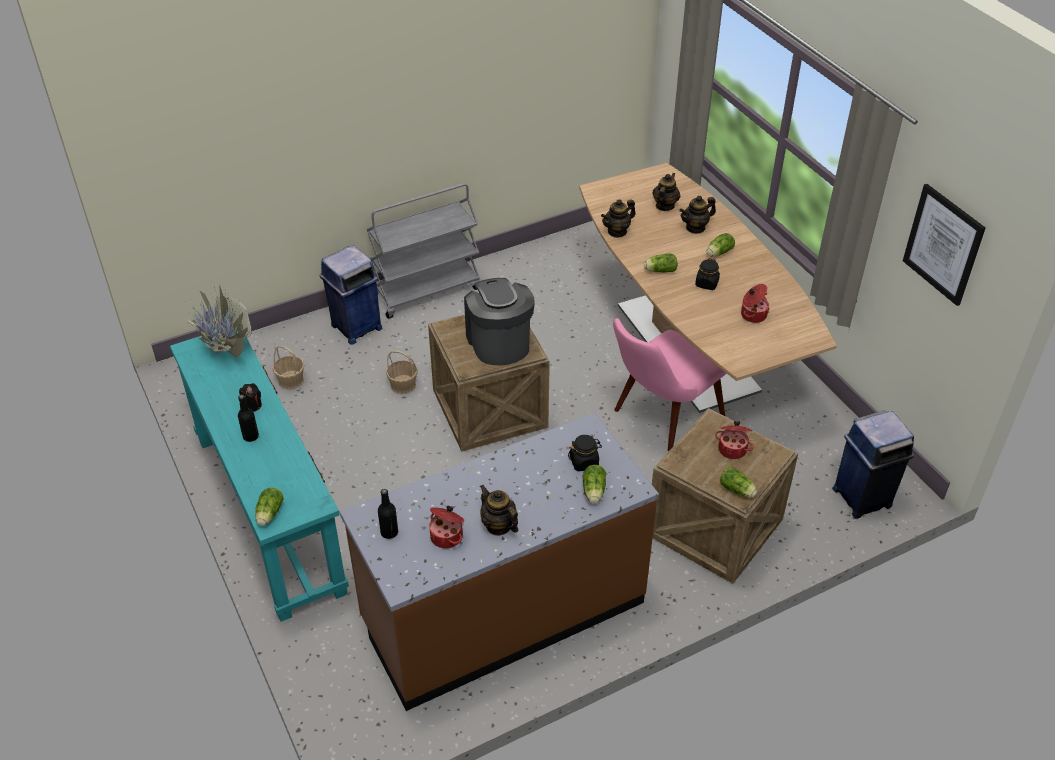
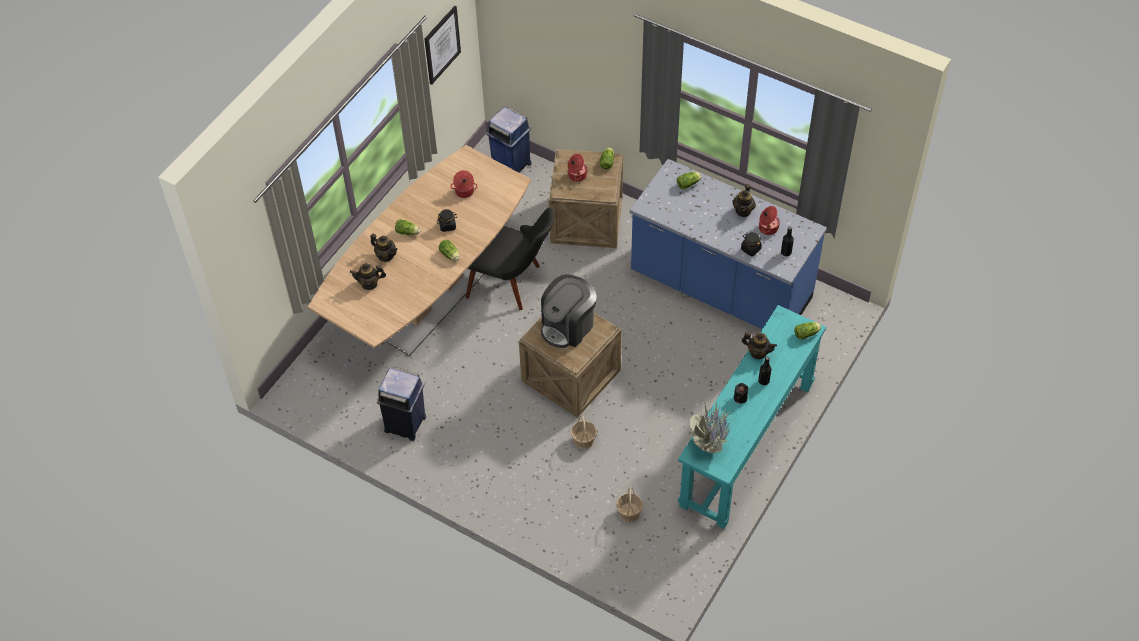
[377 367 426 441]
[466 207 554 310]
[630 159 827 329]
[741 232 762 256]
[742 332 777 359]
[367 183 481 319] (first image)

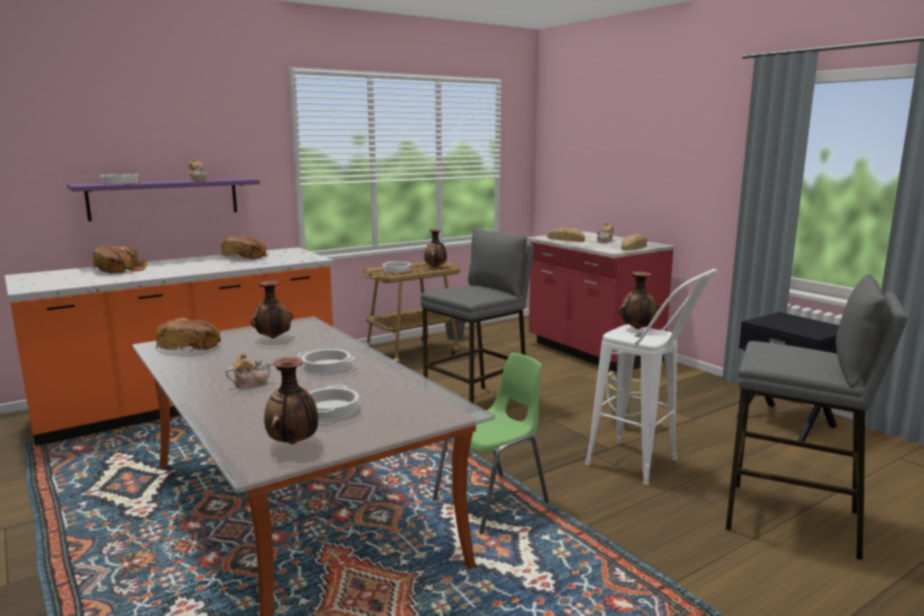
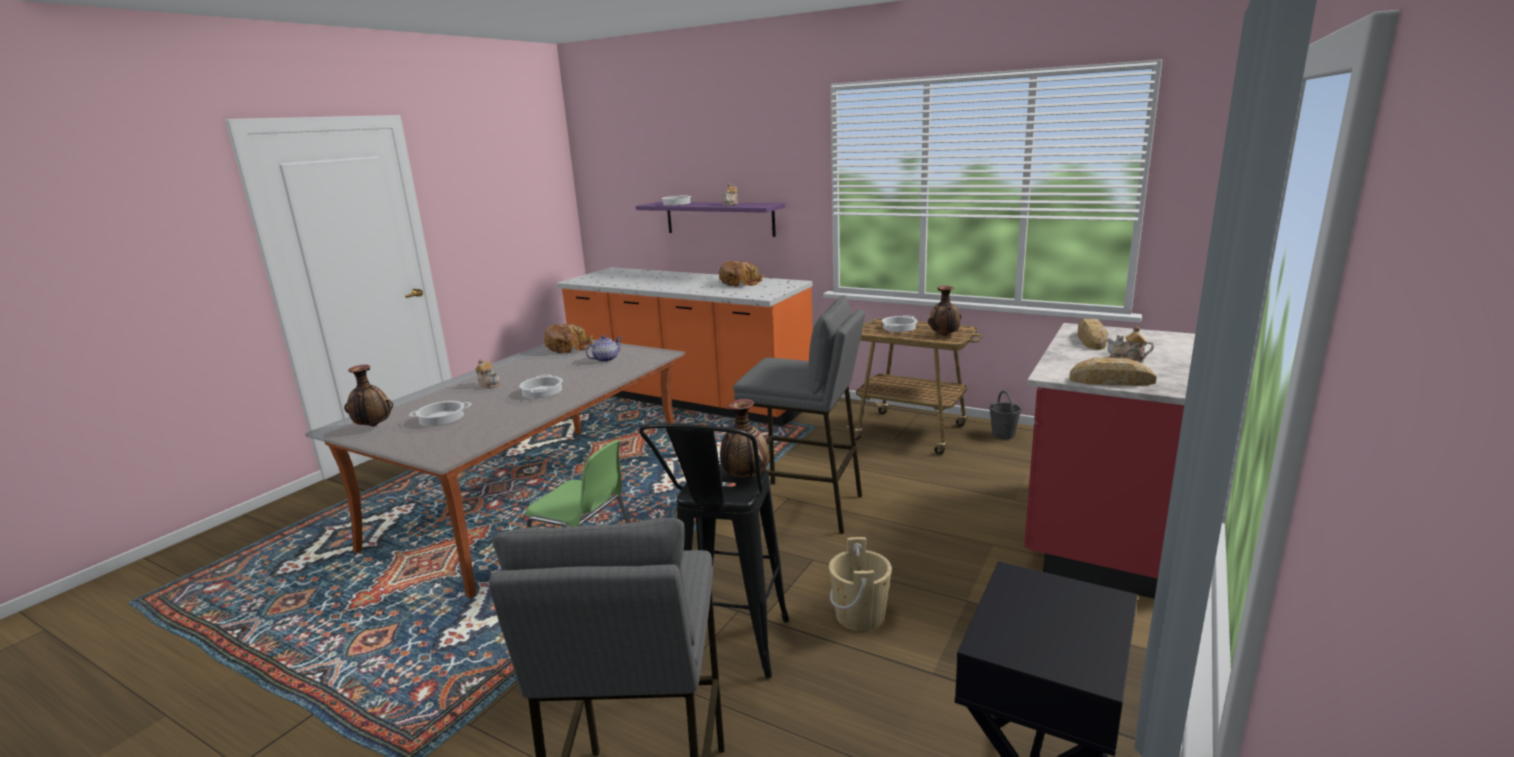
[586 335 622 362]
[639 423 789 679]
[93 246 147 273] (first image)

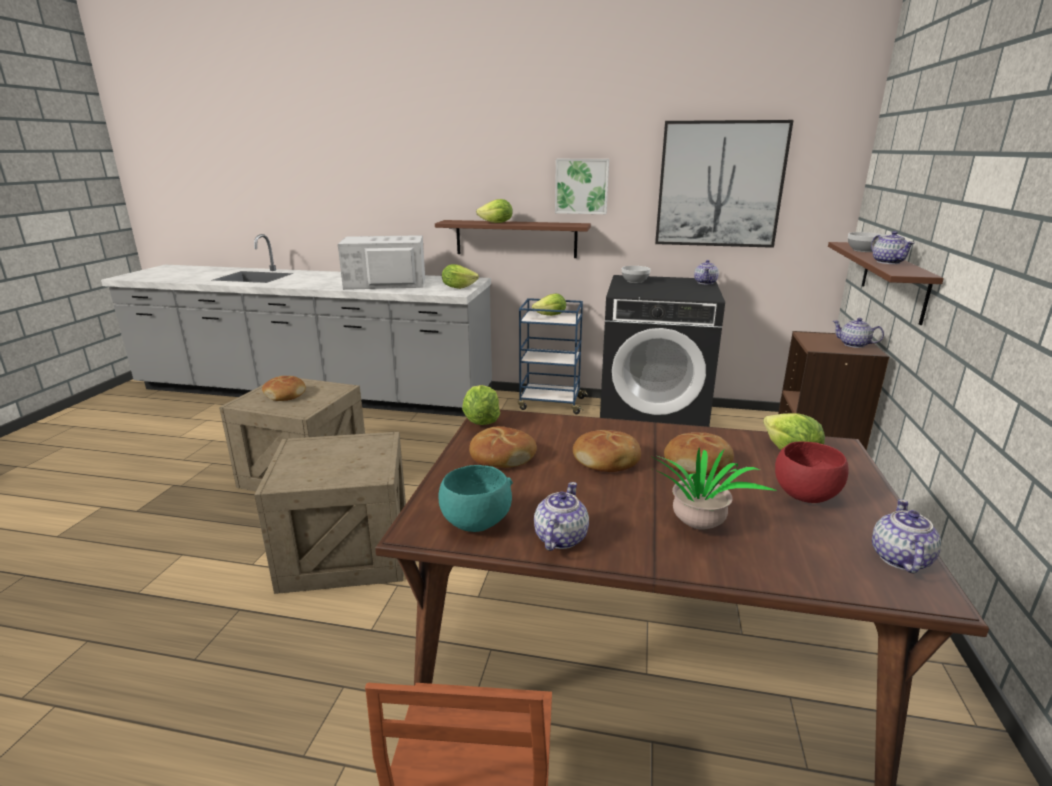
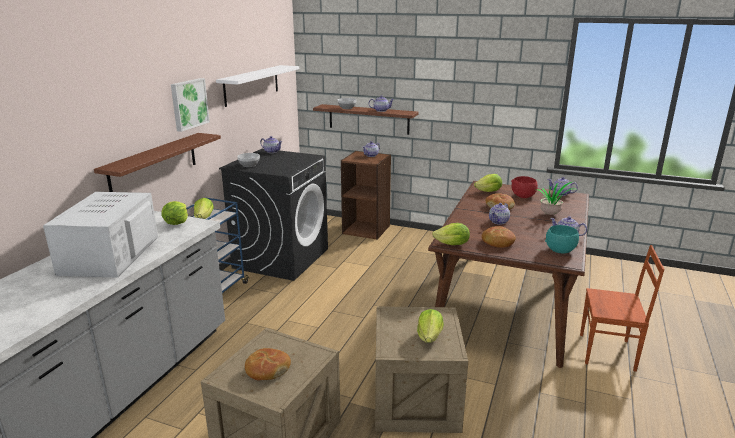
[216 65 299 107]
[417 309 444 343]
[489 203 510 225]

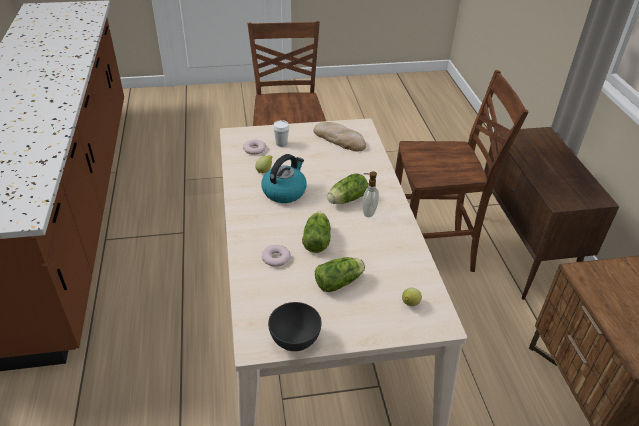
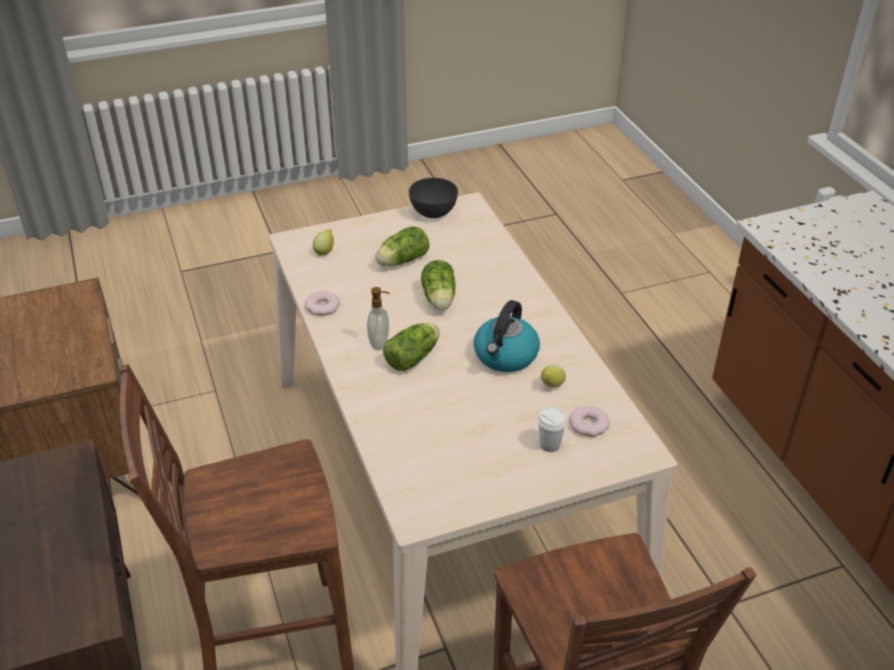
[305 291 340 316]
[313 122 366 152] (first image)

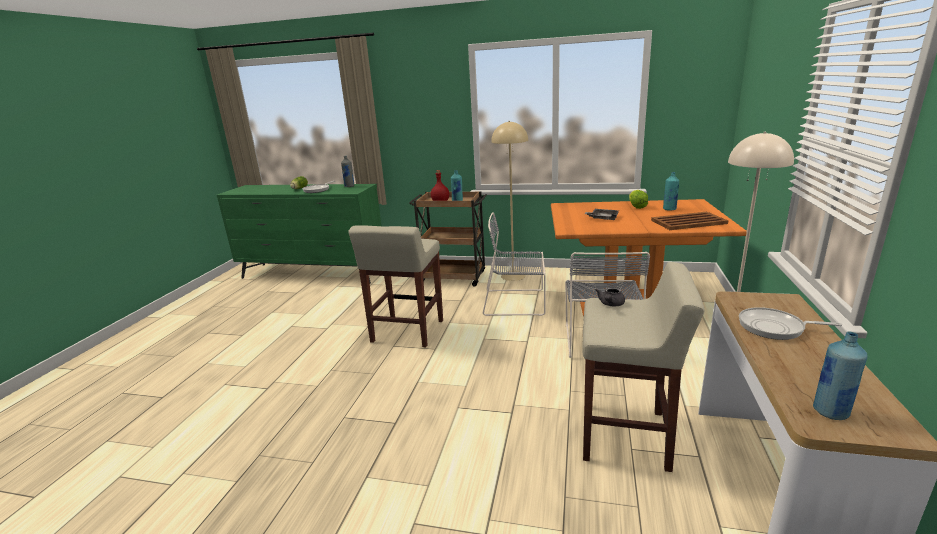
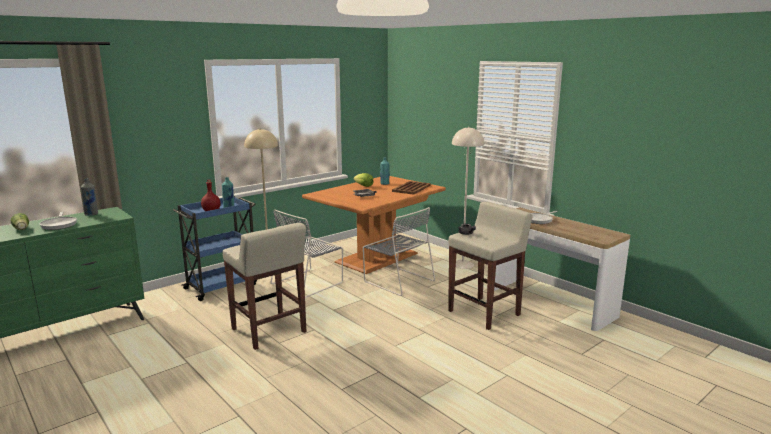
[173 196 257 301]
[813 332 868 420] (first image)

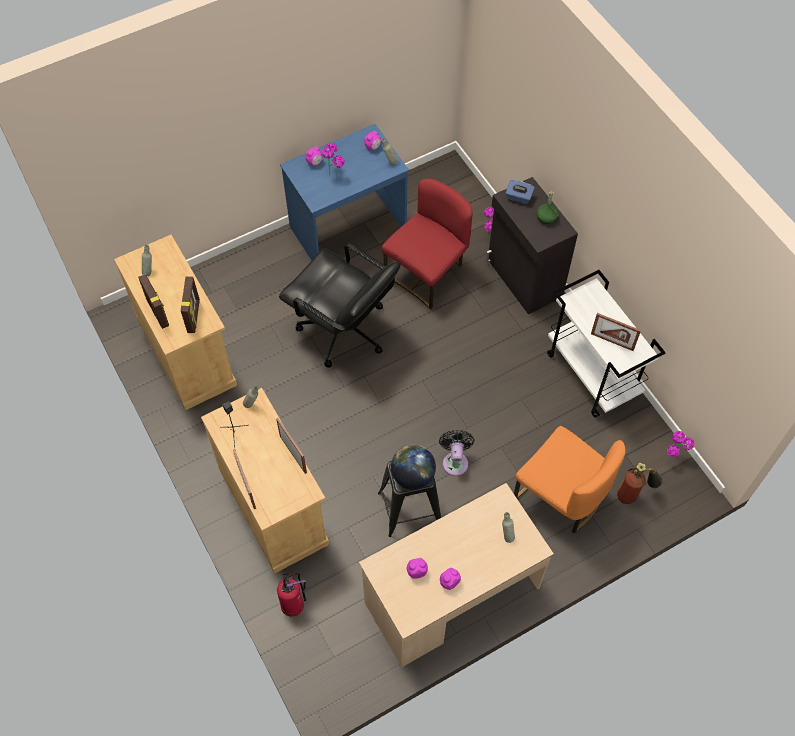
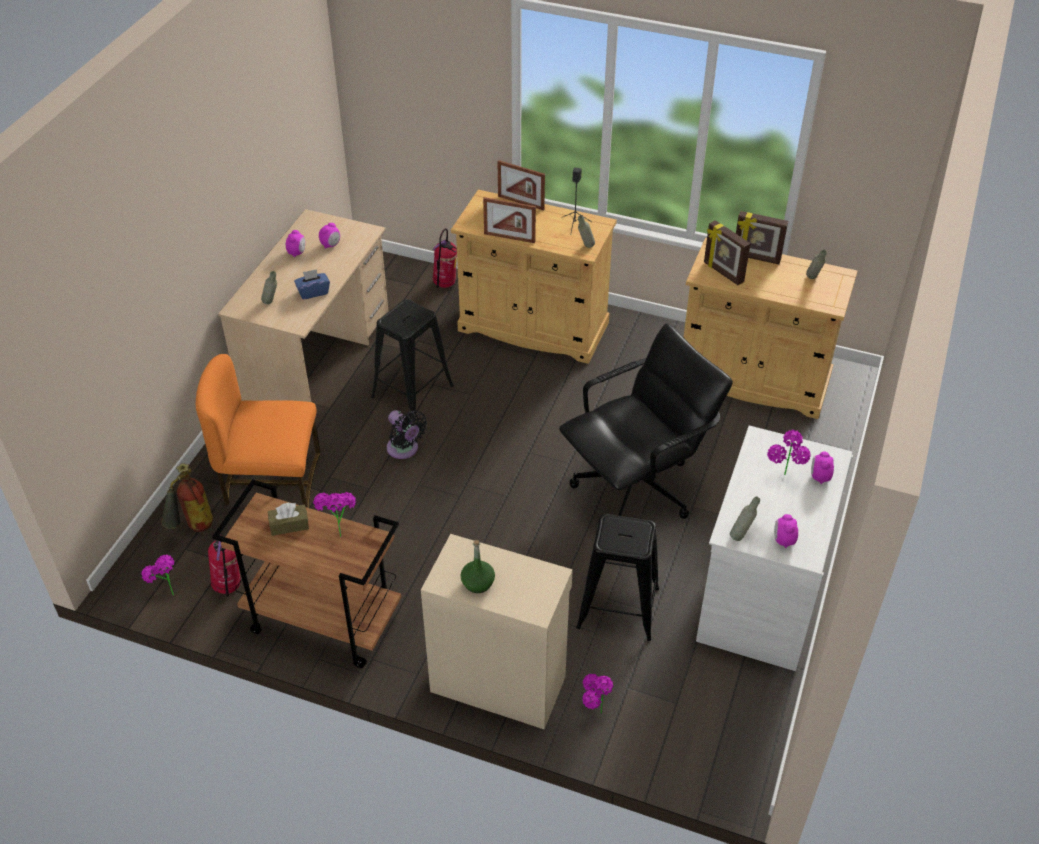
[208 533 241 597]
[212 479 401 668]
[268 503 309 536]
[294 269 330 300]
[313 492 356 537]
[421 534 573 729]
[559 324 733 519]
[576 514 659 641]
[696 426 853 671]
[391 444 436 490] (first image)

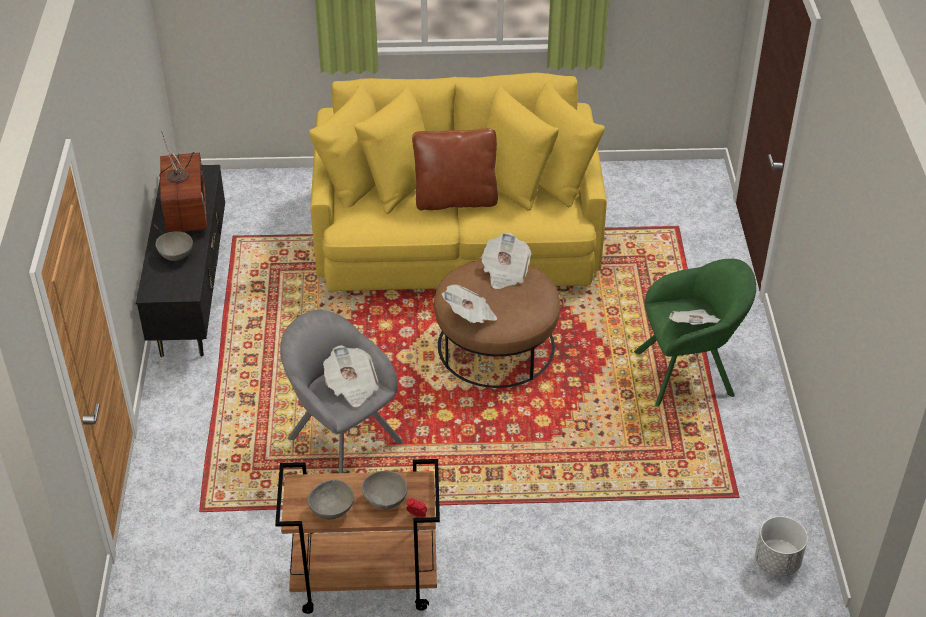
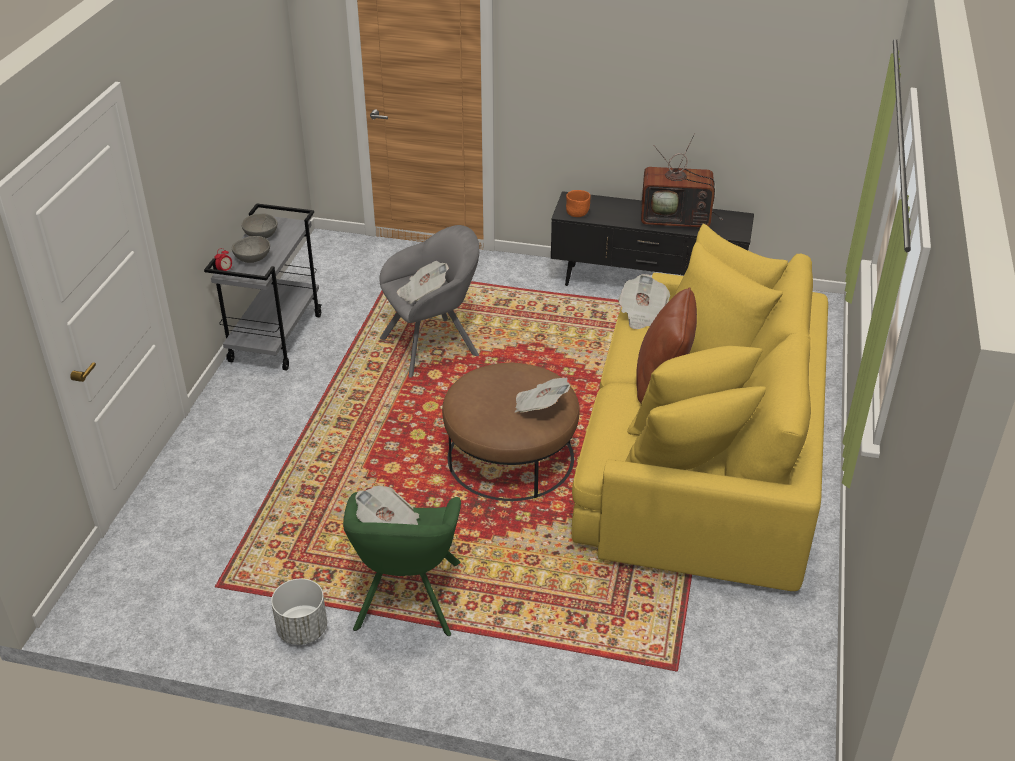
[204 203 322 371]
[271 579 327 645]
[566 190 591 217]
[618 274 670 329]
[156 231 193 261] (first image)

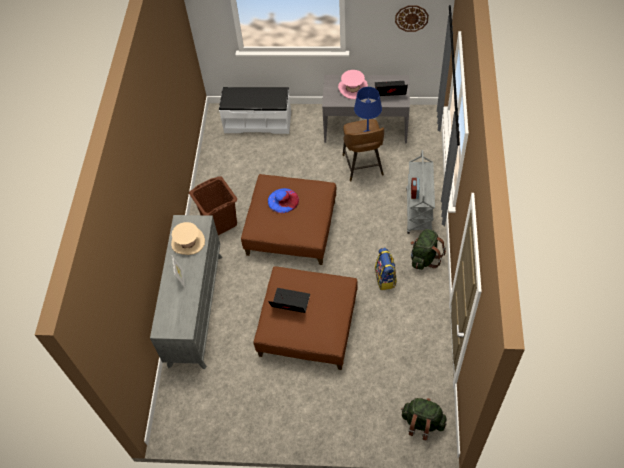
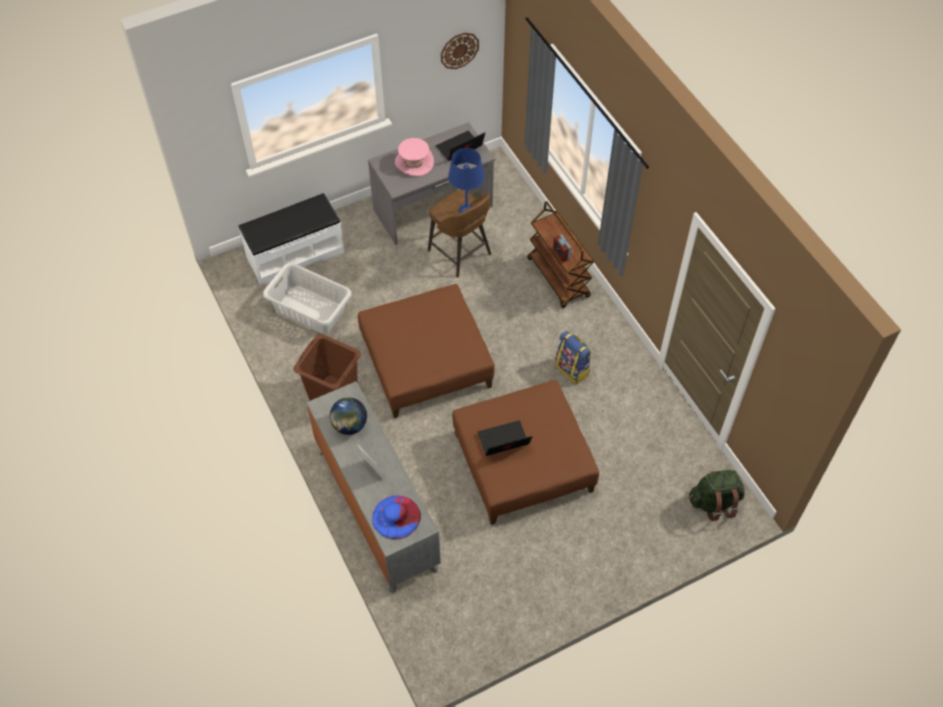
[263 263 352 334]
[330 397 367 435]
[372 496 421 540]
[527 201 594 308]
[411 229 446 270] (first image)

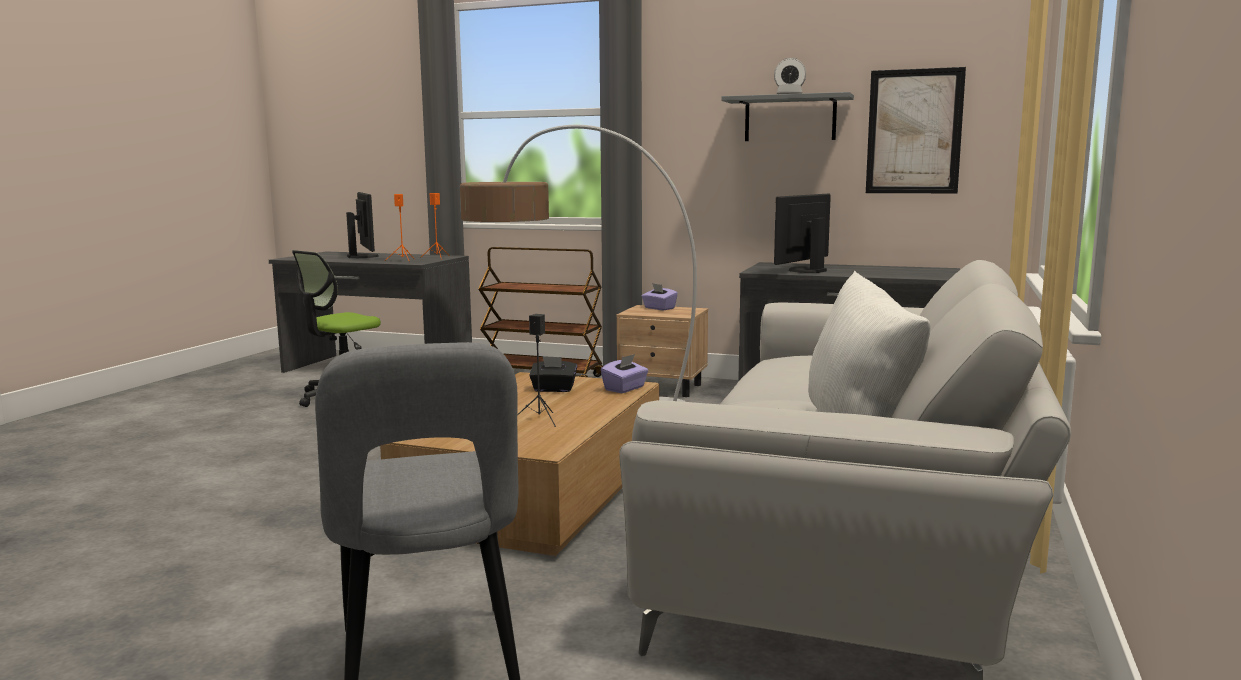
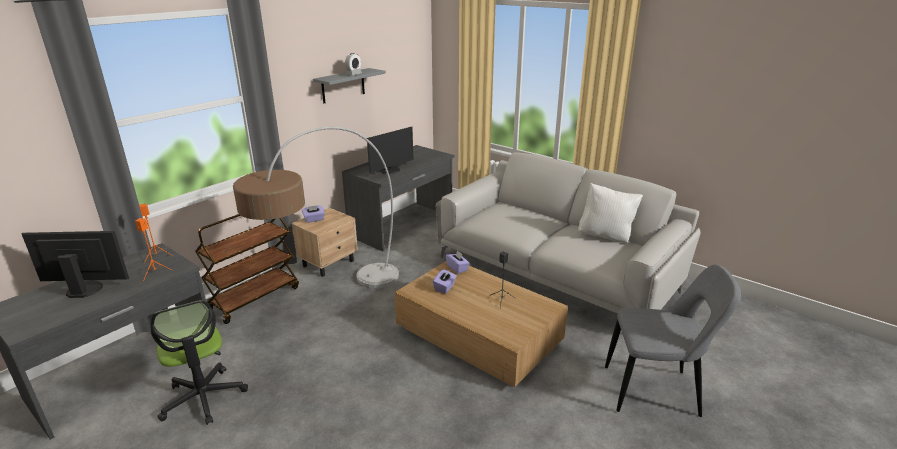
[367 127 413 174]
[433 269 457 294]
[866 67 966 193] (first image)

